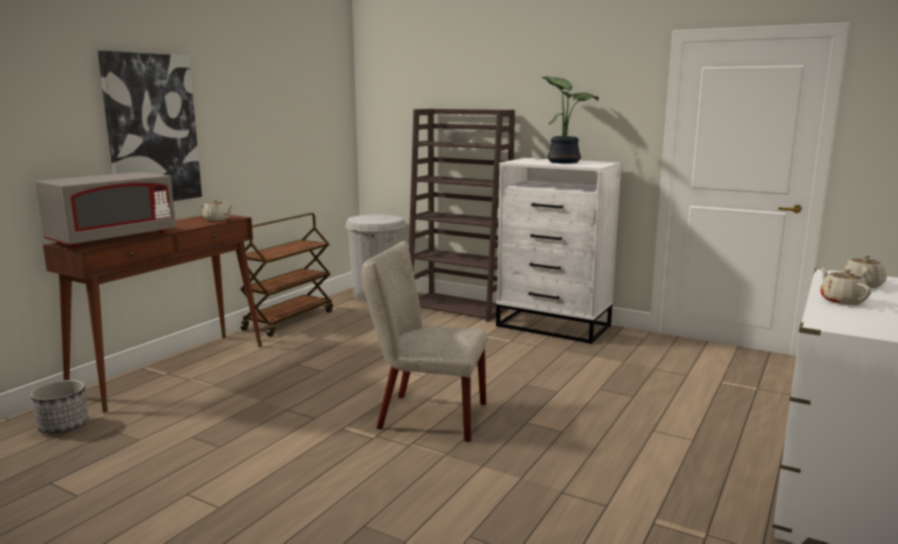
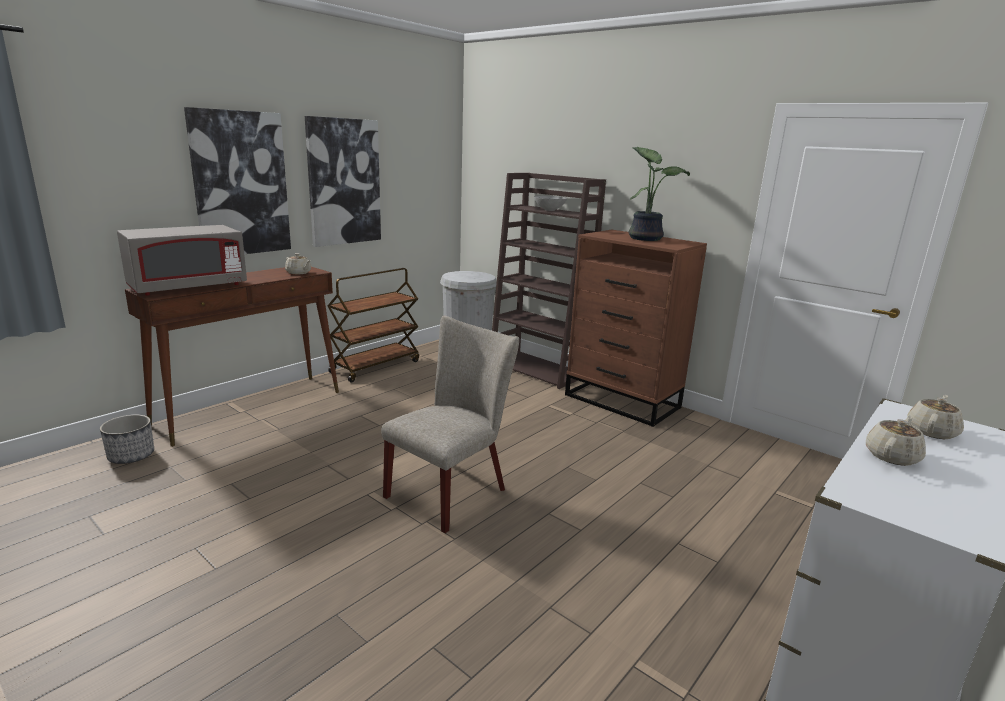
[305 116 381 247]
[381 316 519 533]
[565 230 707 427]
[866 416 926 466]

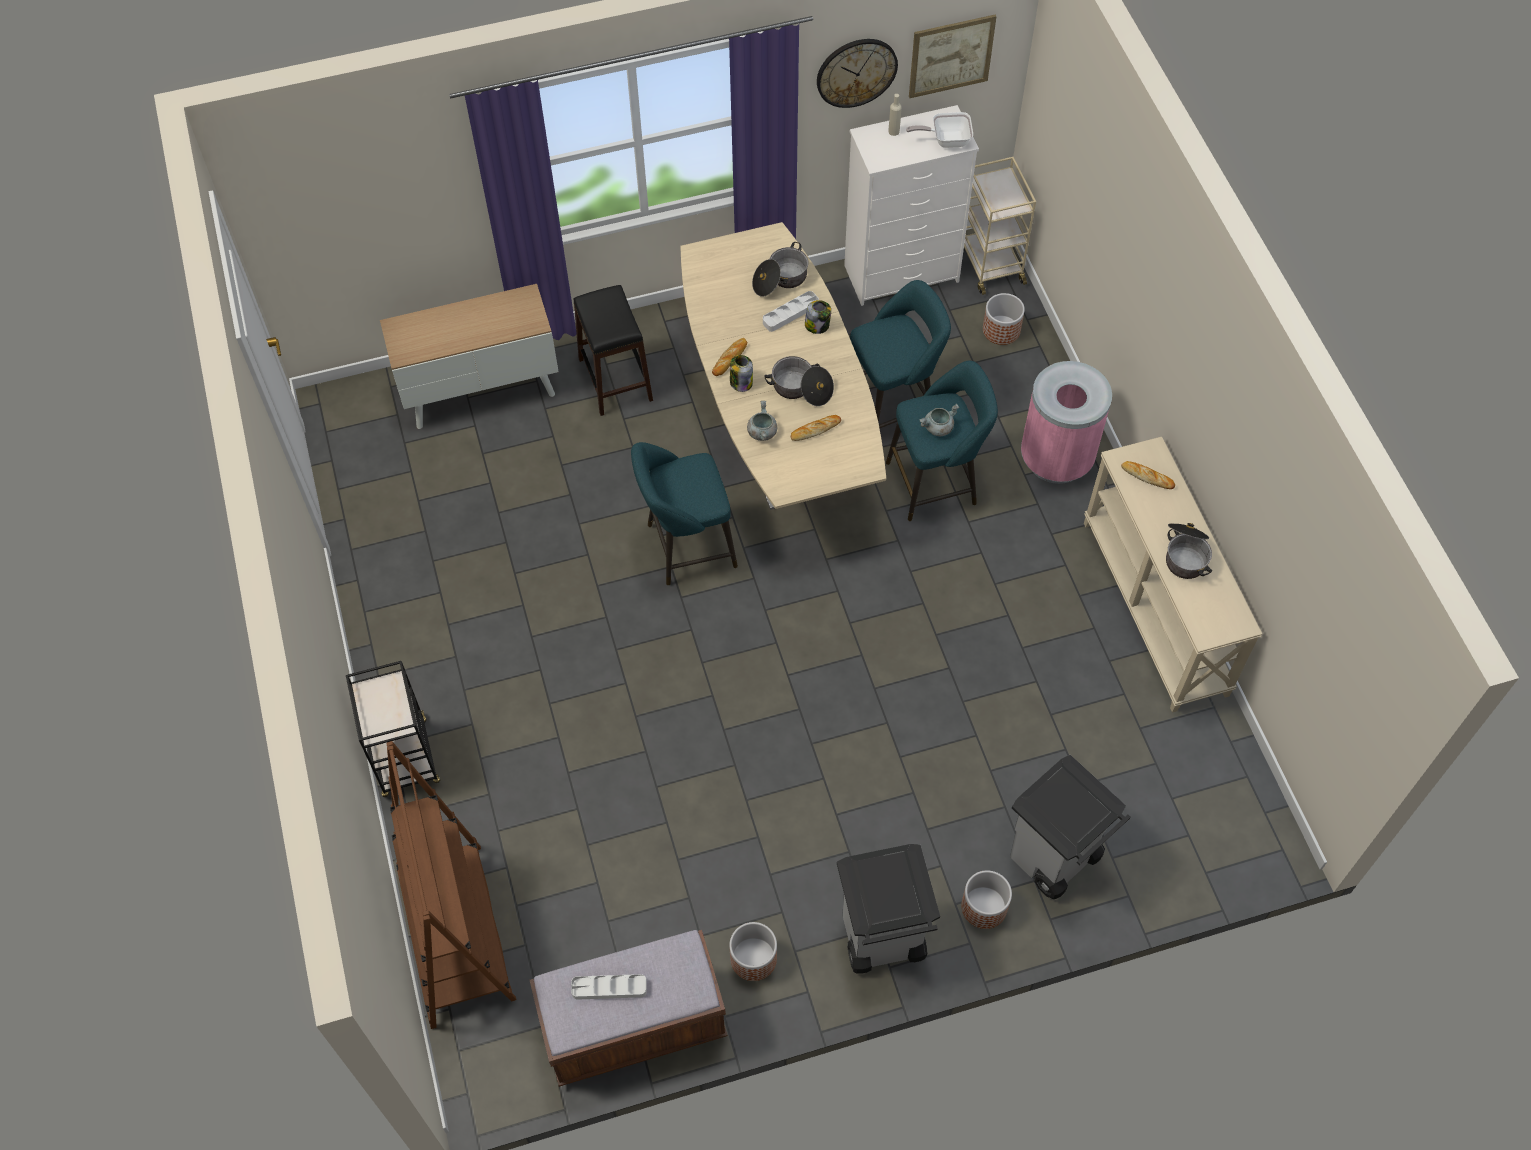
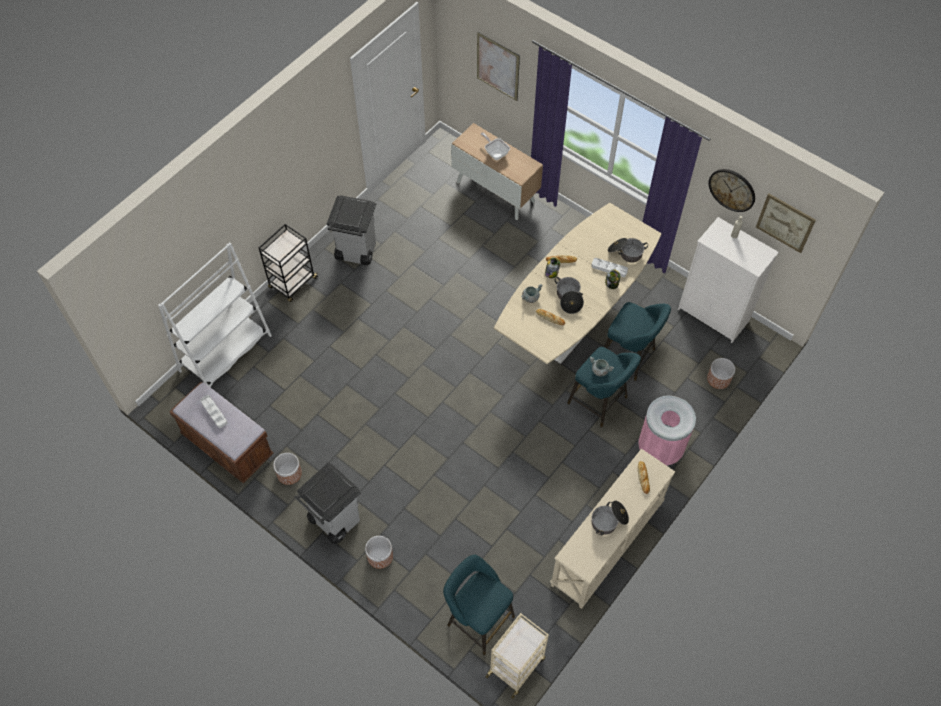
[158 242 272 387]
[327 196 376 265]
[443 555 515 655]
[477 32 520 101]
[481 133 510 160]
[485 613 549 699]
[573 285 653 416] (first image)

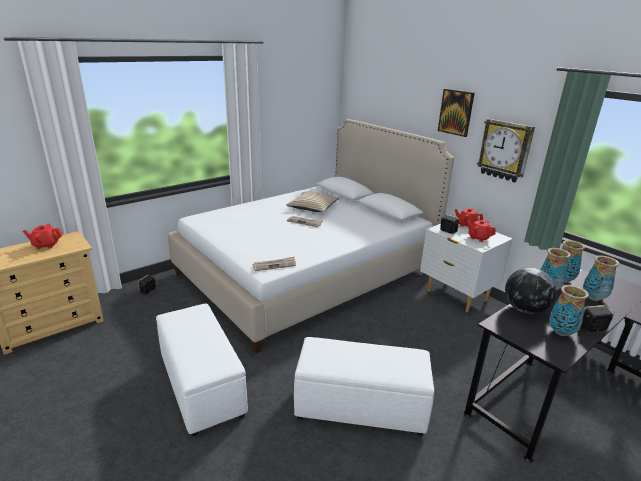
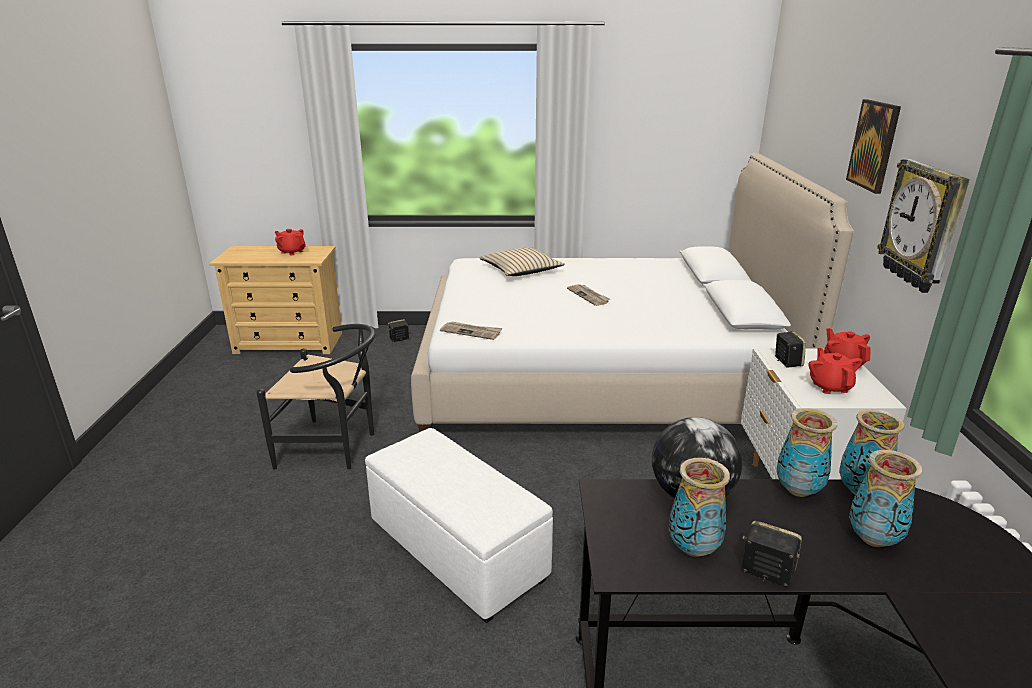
[256 324 376 470]
[480 247 565 276]

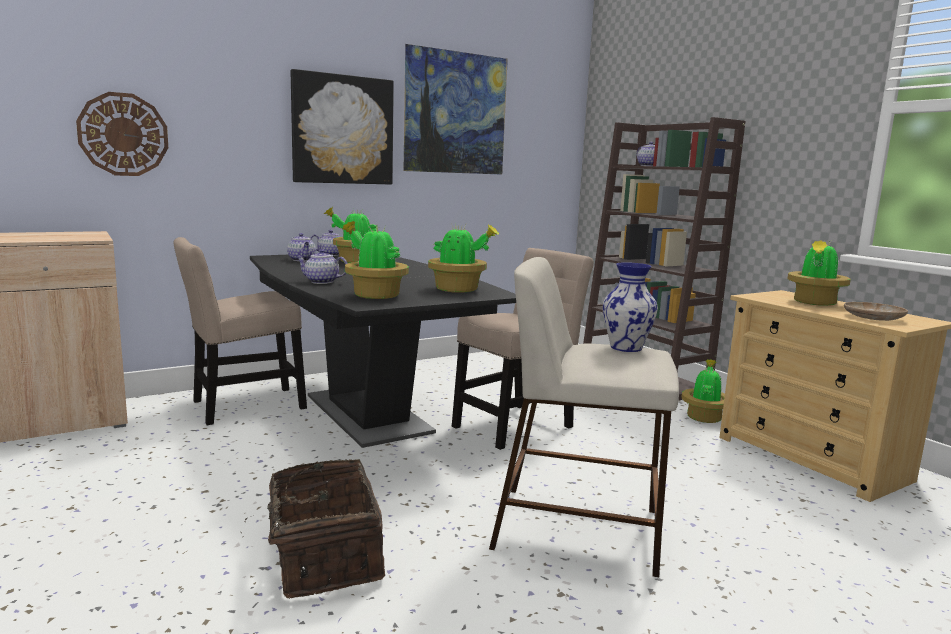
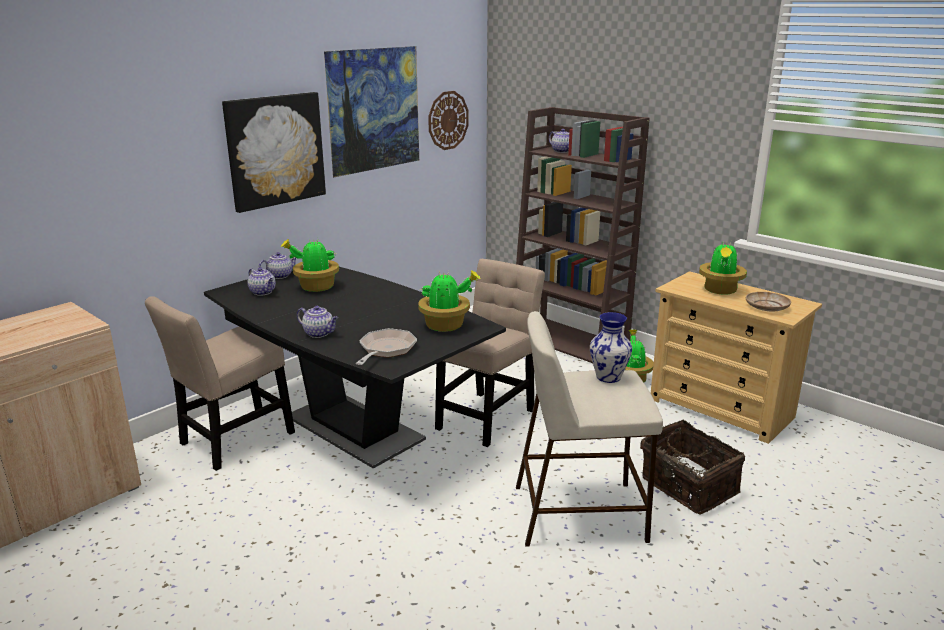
[297 306 339 338]
[355 328 417 365]
[428 91 469 150]
[640 420 745 514]

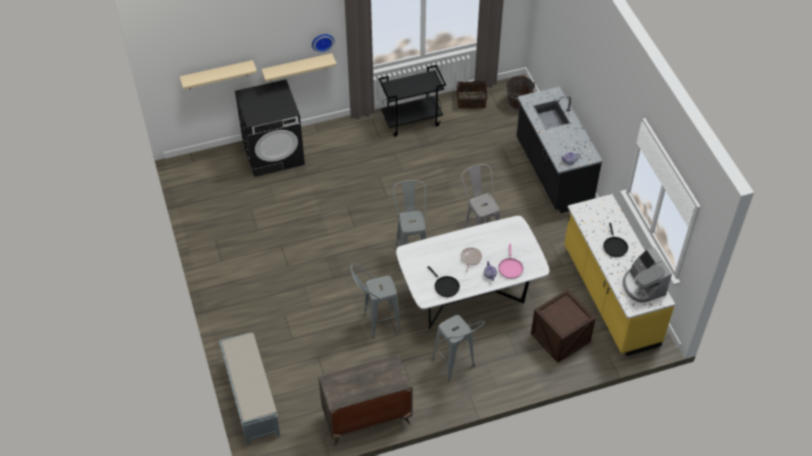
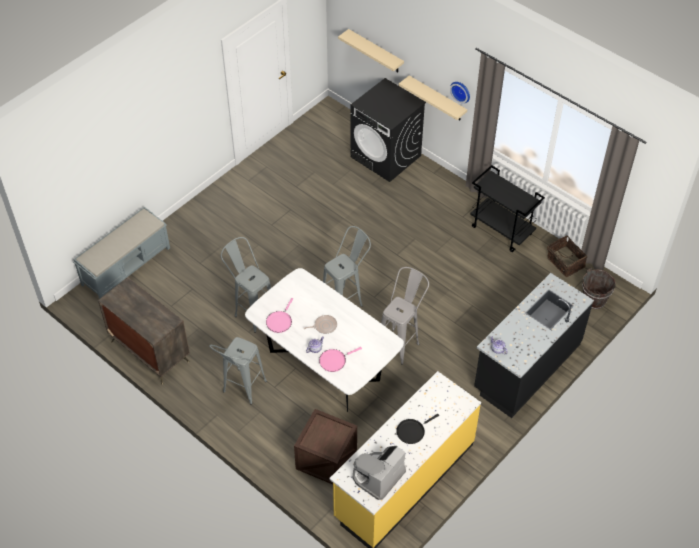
[266 298 293 333]

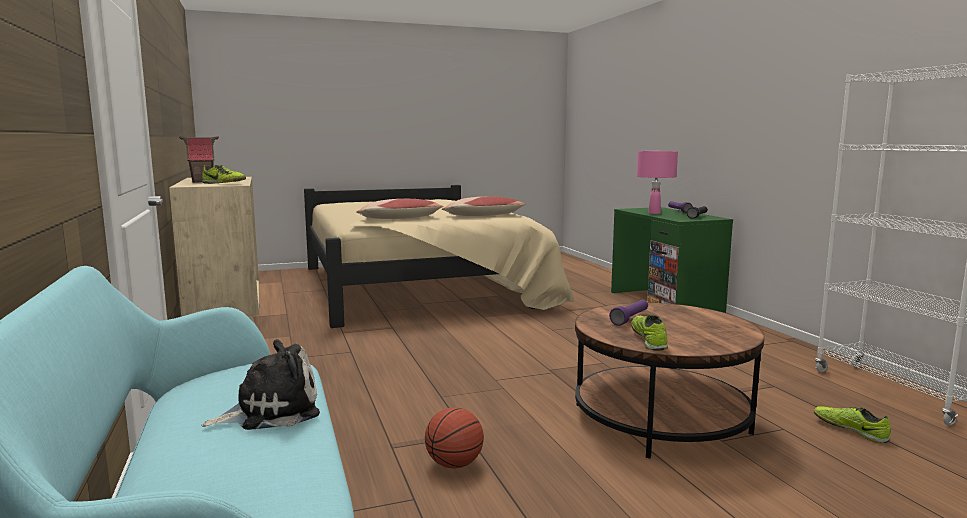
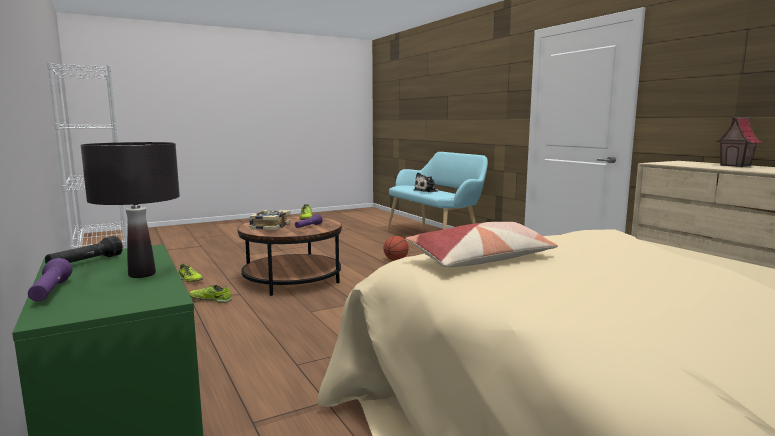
[81 142 180 278]
[189 285 231 303]
[249 210 291 231]
[356 199 444 219] (first image)

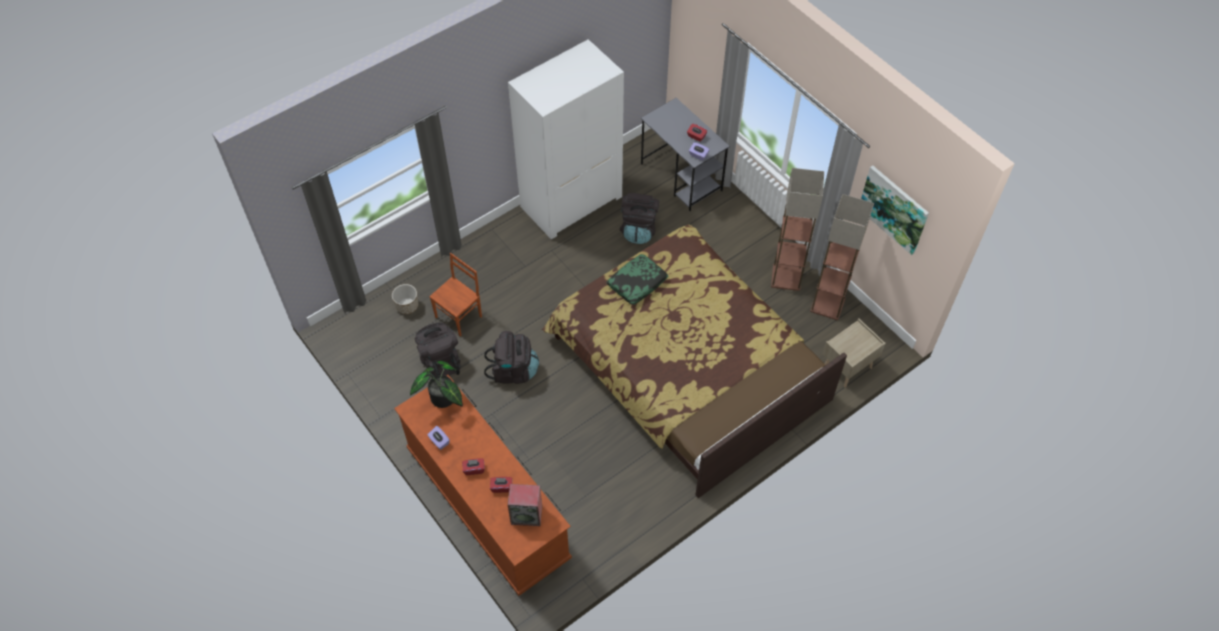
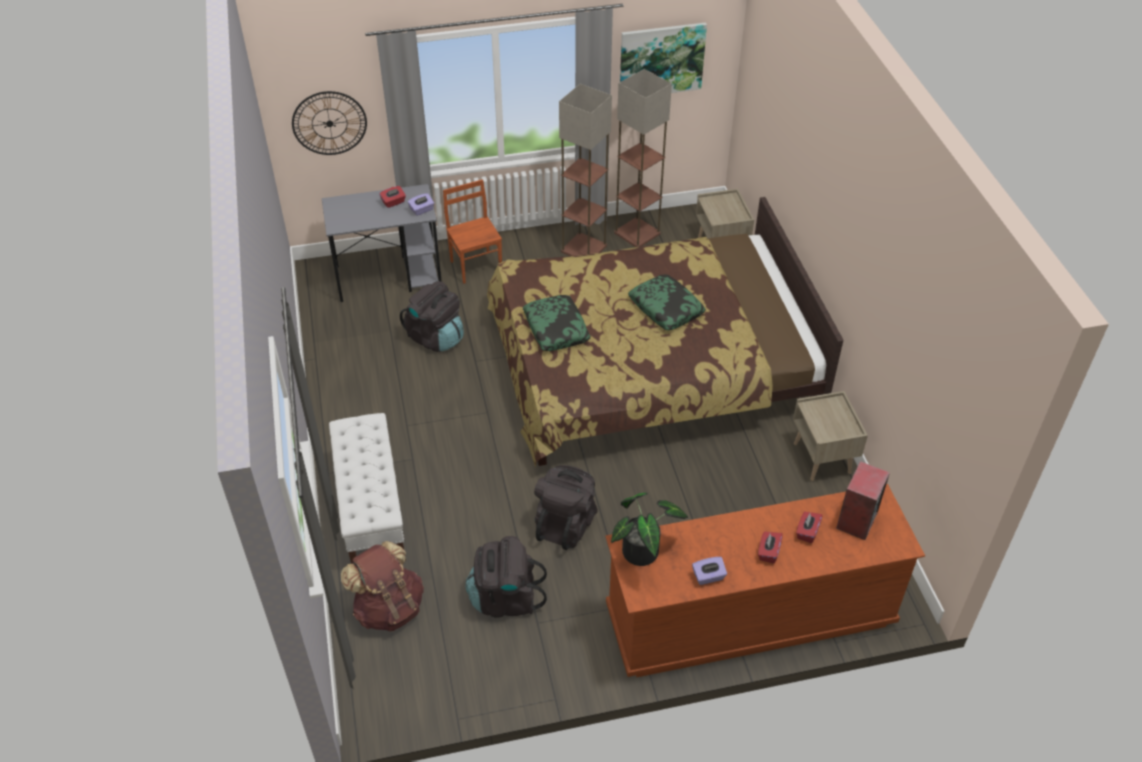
[292 91 367 155]
[329 413 406 564]
[341 541 424 631]
[443 179 502 283]
[628 274 706 330]
[793 391 868 481]
[508 39 624 240] (first image)

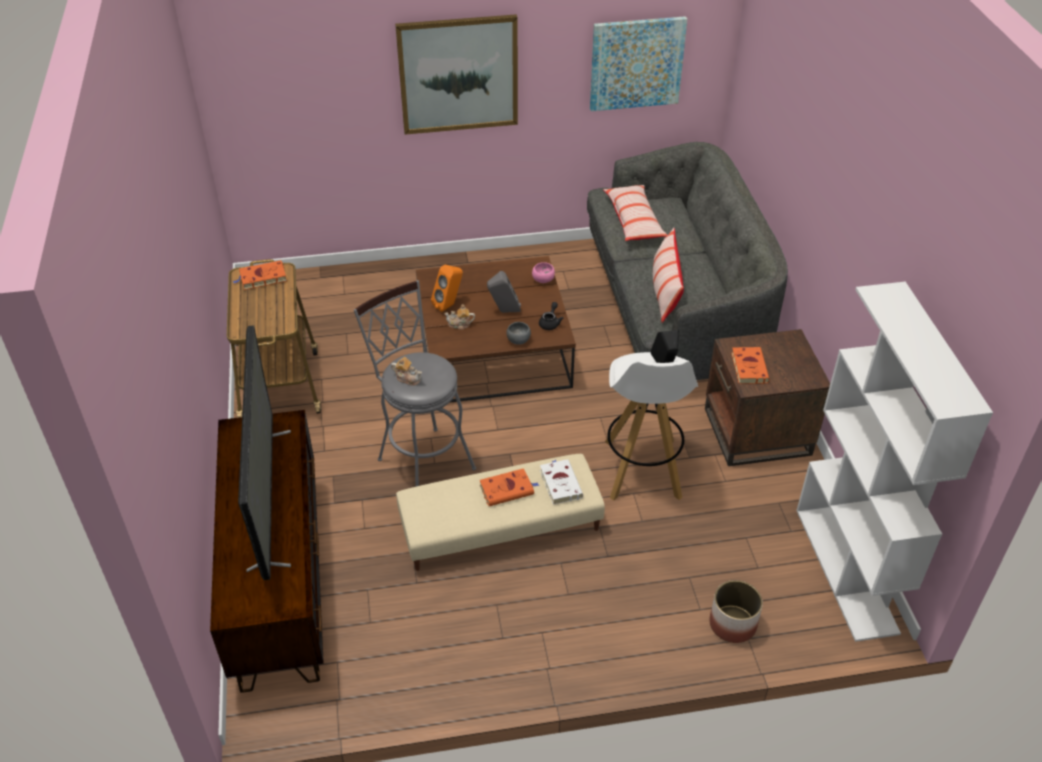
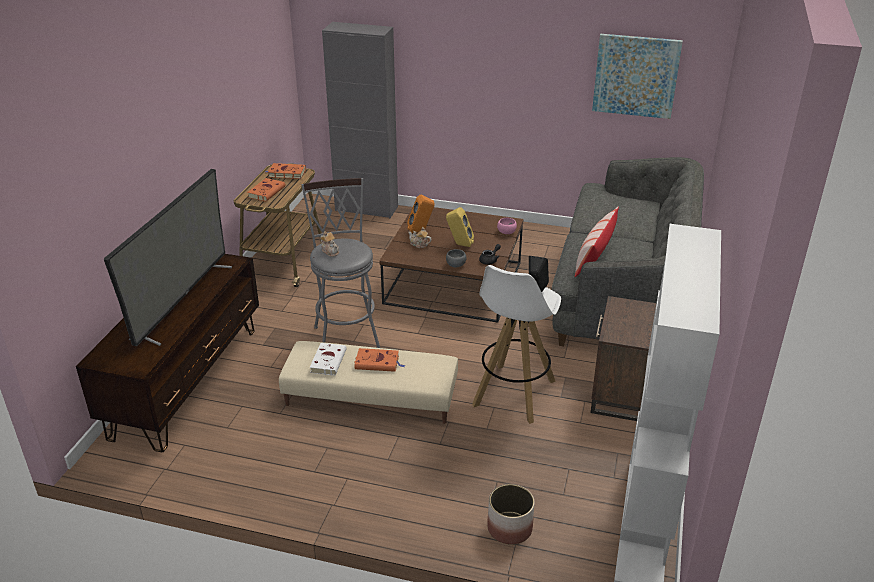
[247 178 285 201]
[310 343 347 376]
[322 22 398 218]
[446 207 474 247]
[395 14 518 135] (first image)
[603 185 667 241] (first image)

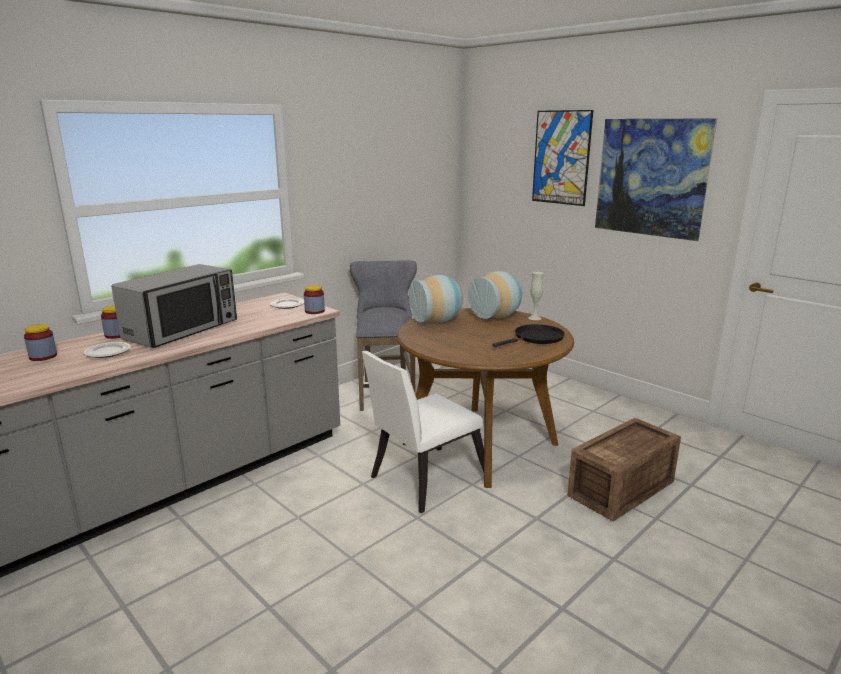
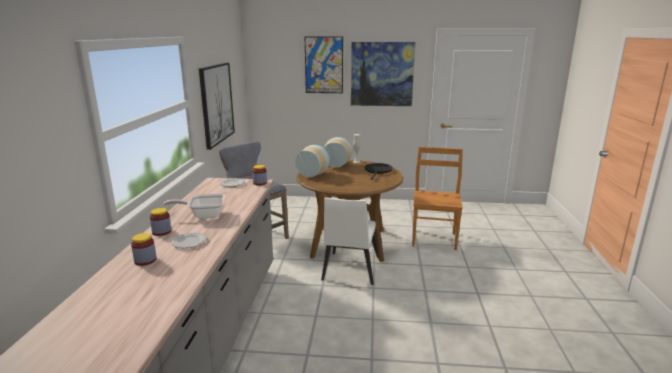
[164 193 225 219]
[199 63 235 150]
[412 147 463 250]

